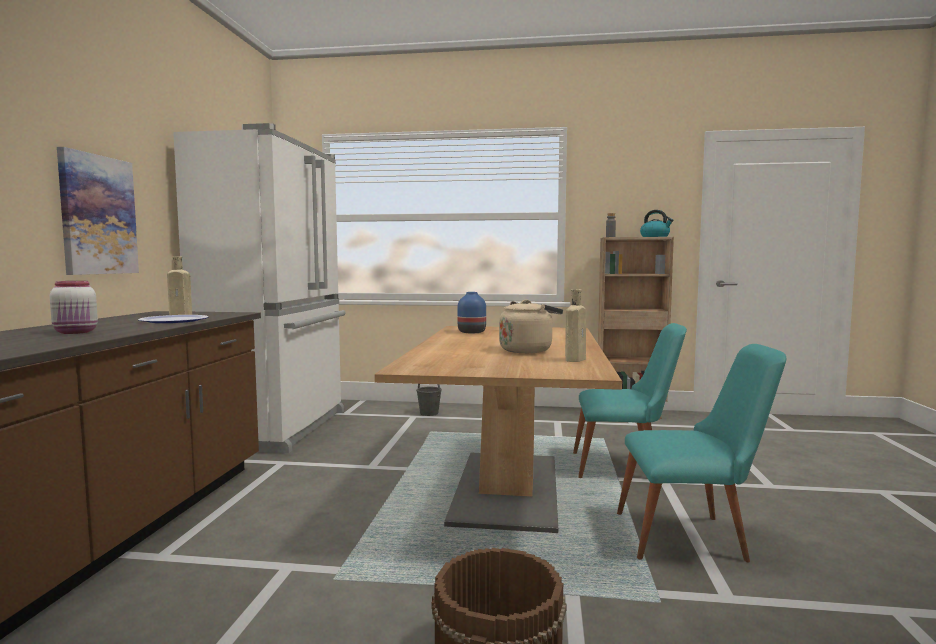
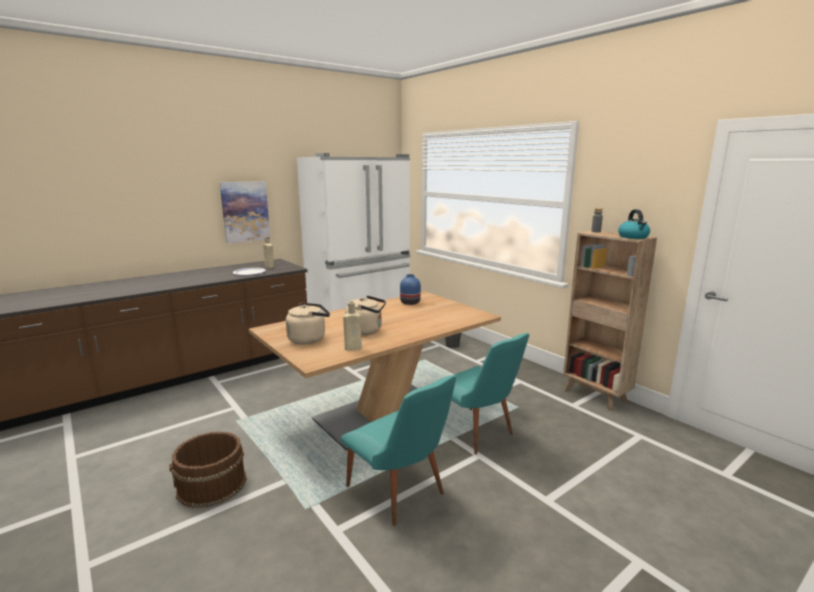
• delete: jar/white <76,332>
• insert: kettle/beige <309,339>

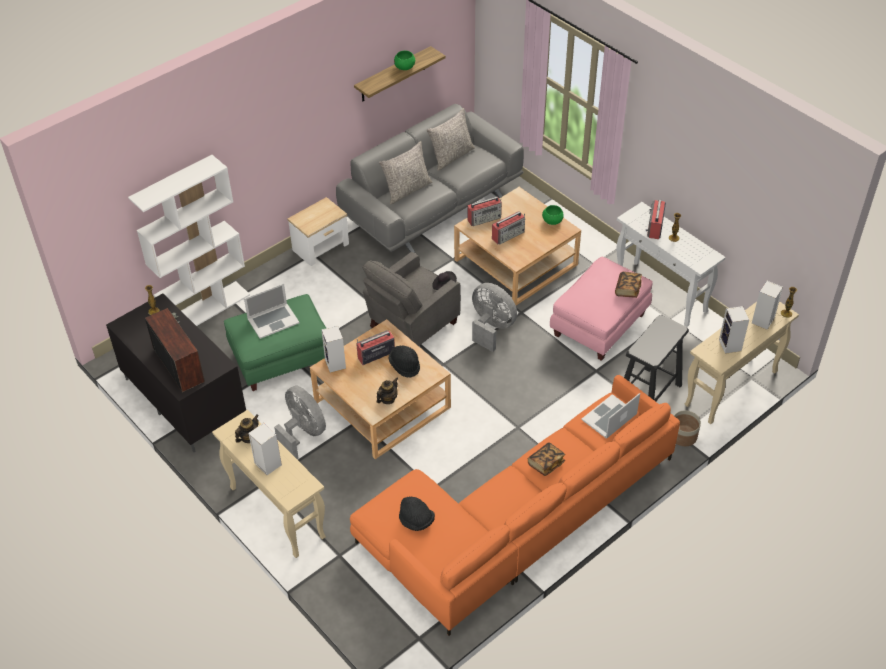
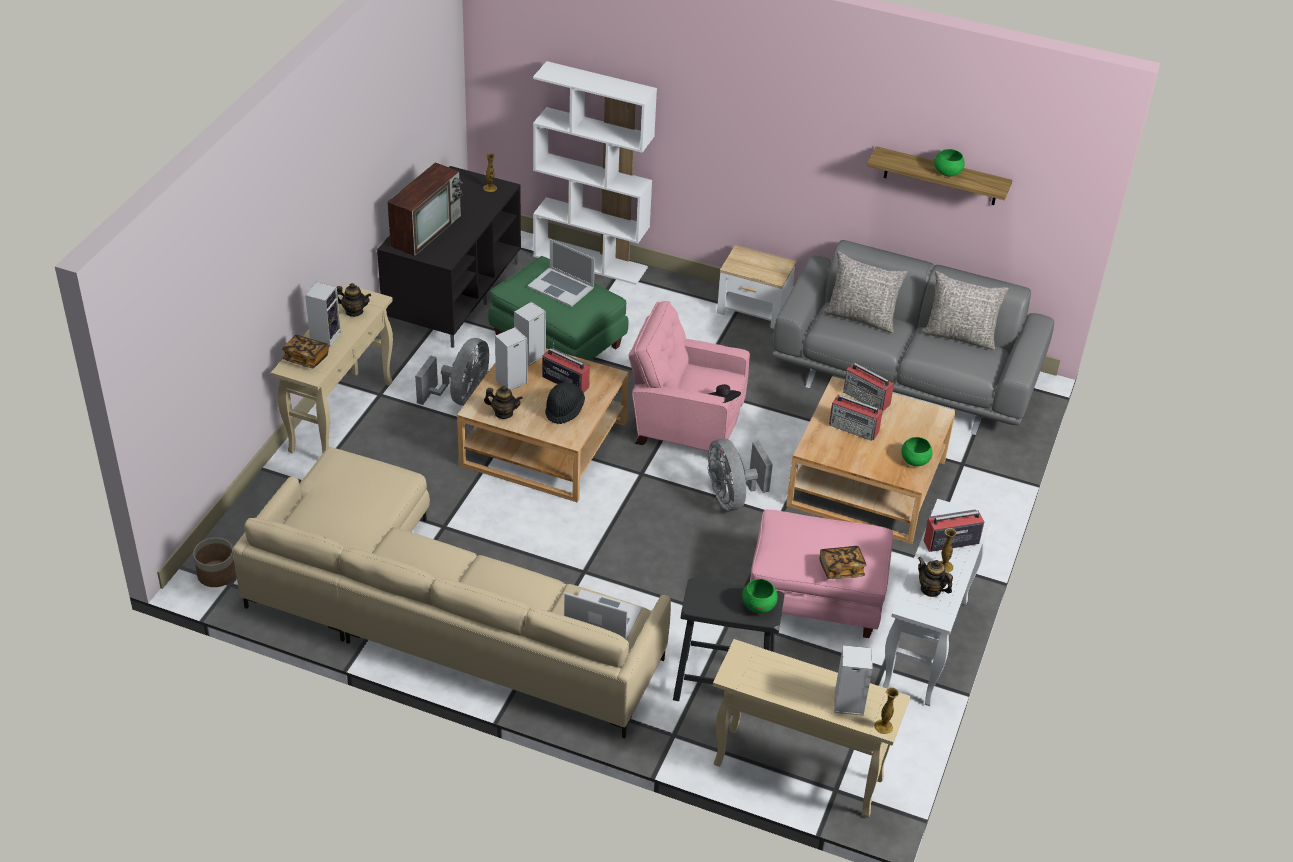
• recolor: sofa/orange <515,519> to sofa/beige <438,613>
• recolor: armchair/grey <411,325> to armchair/pink <685,426>
• delete: hat/black <416,521>
• rotate: fan/grey <491,328> = <732,497> 150 degrees clockwise
• move: book <546,463> to <306,358>
• move: planter <683,436> to <216,574>
• move: speaker <730,346> to <511,382>
• insert: bowl/green <759,605>
• insert: teapot <931,589>

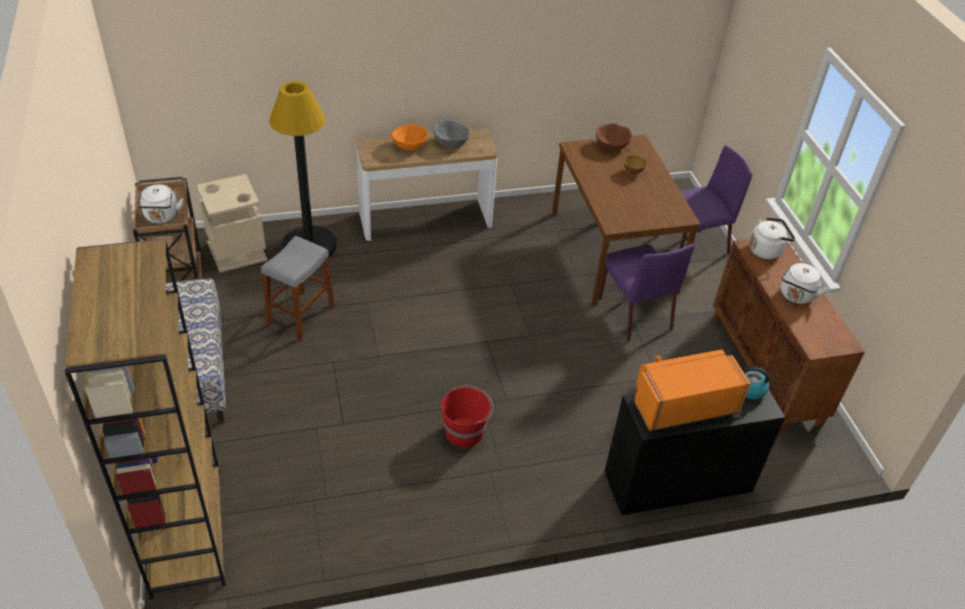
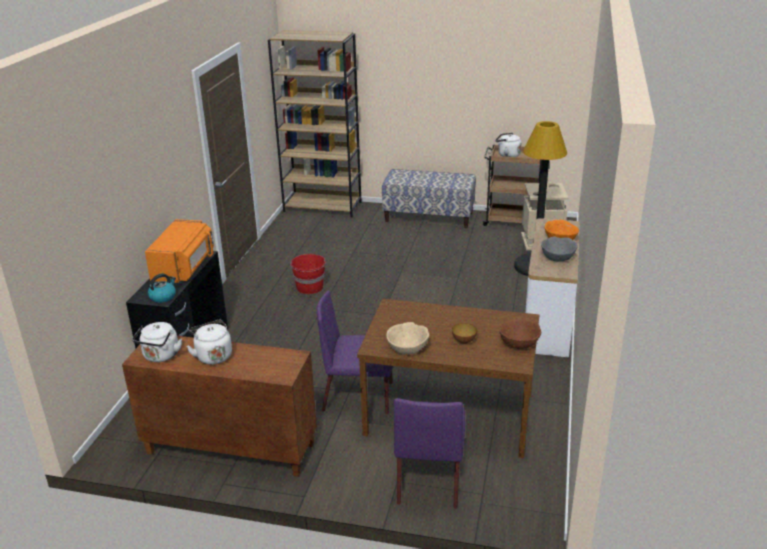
• delete: stool/grey <301,315>
• move: kettle/white <766,250> to <160,356>
• insert: bowl/beige <407,348>

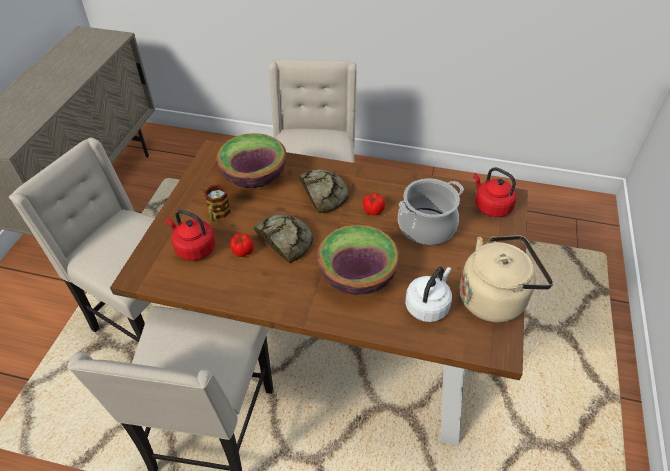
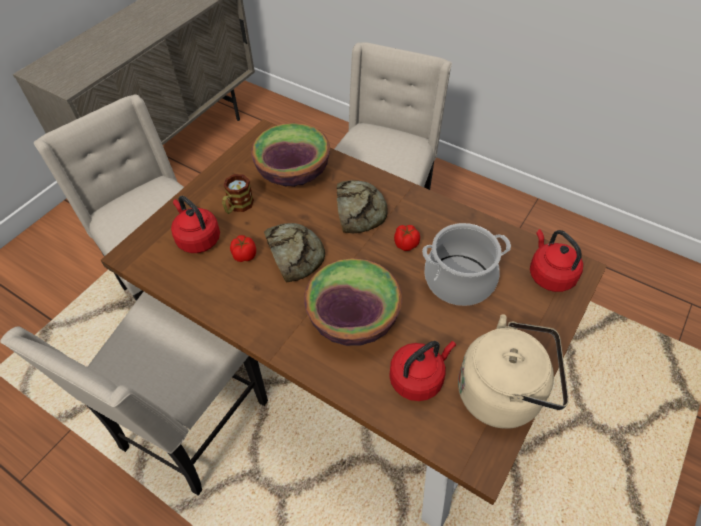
• recolor: kettle/white <428,305> to kettle/red <418,378>

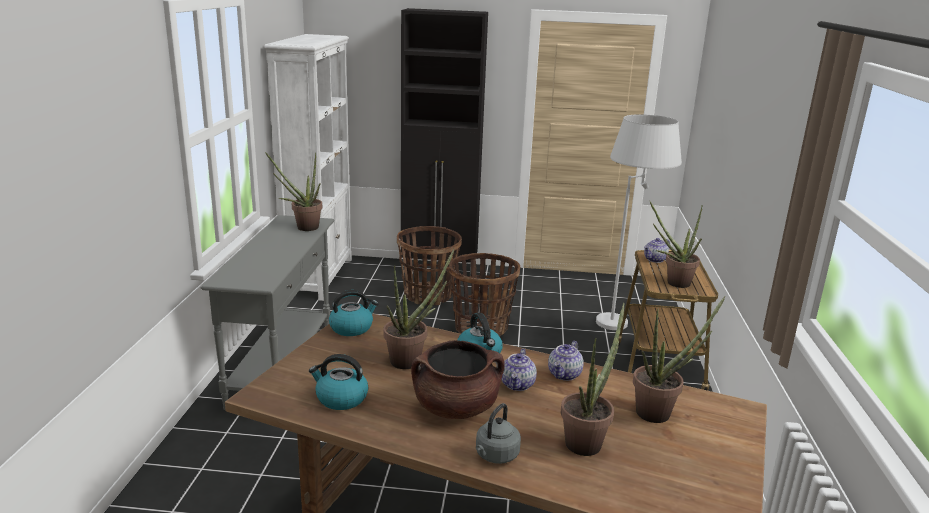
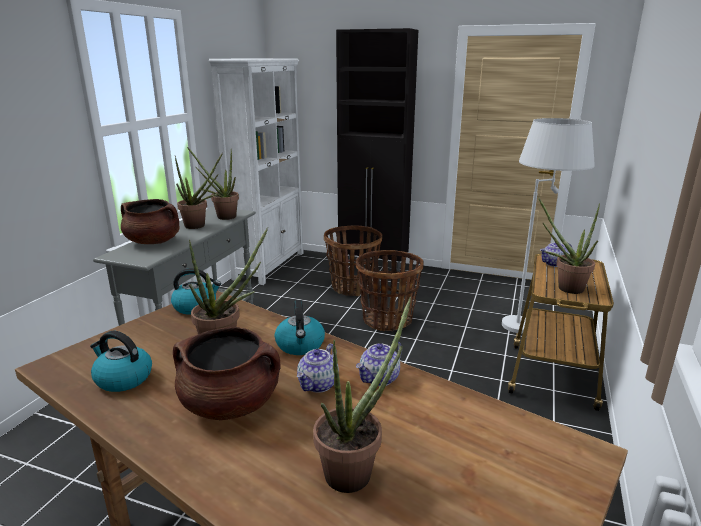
• delete: kettle/grey <495,456>
• move: potted plant <660,412> to <199,226>
• insert: cooking pot/brown <153,242>

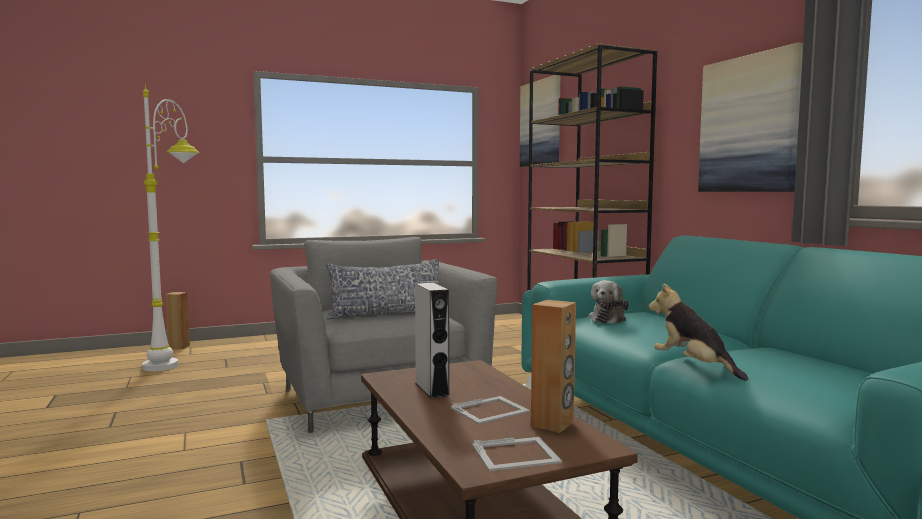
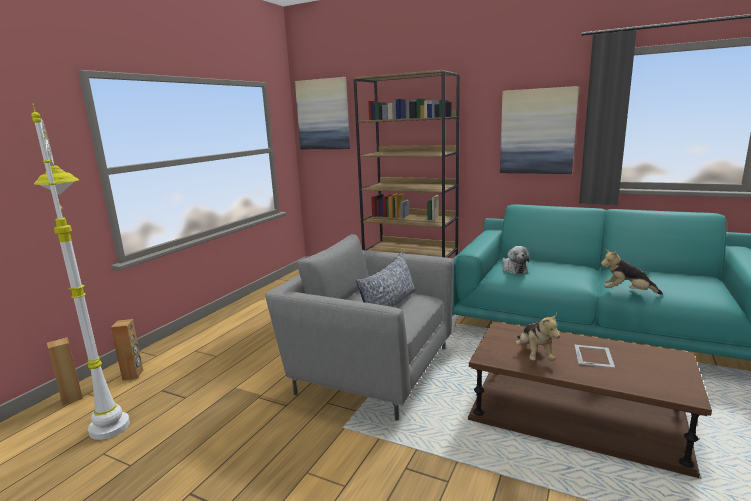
• replace: speaker/grey <432,389> to plush toy <534,355>
• delete: picture frame <517,454>
• move: speaker/brown <553,424> to <133,375>

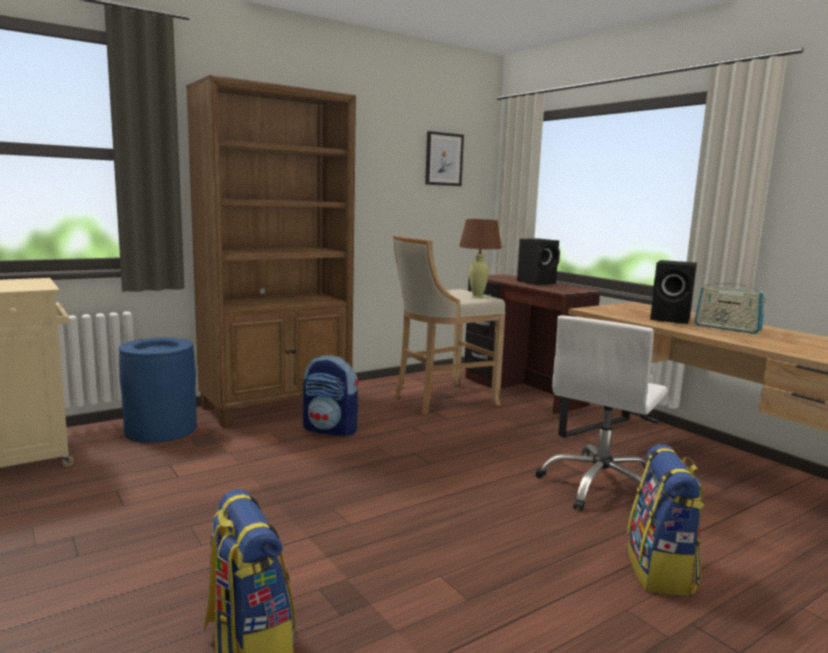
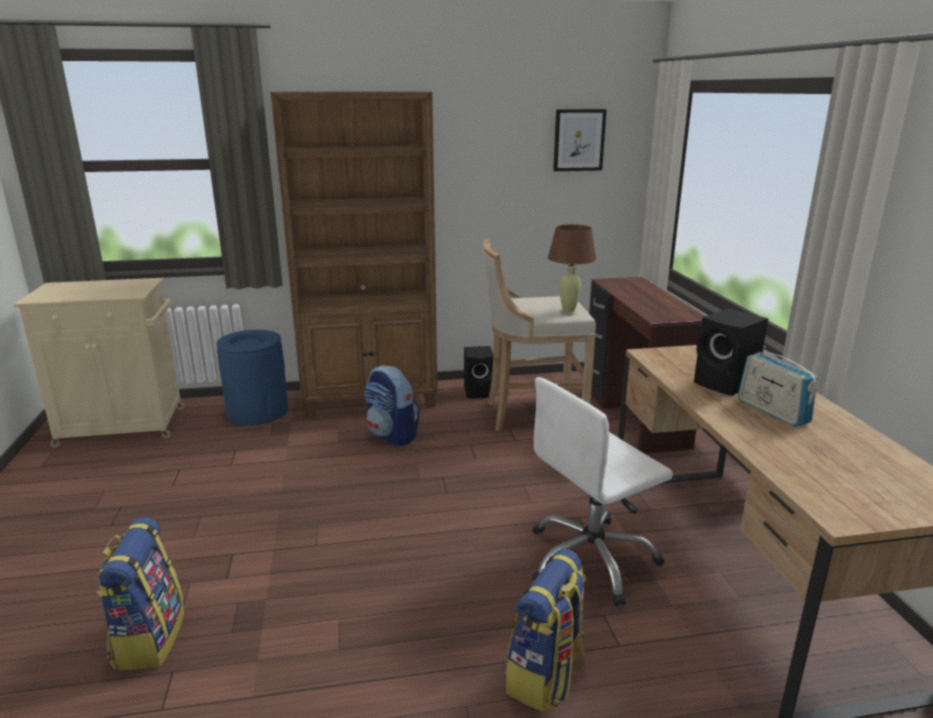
• move: speaker/black <537,282> to <479,392>

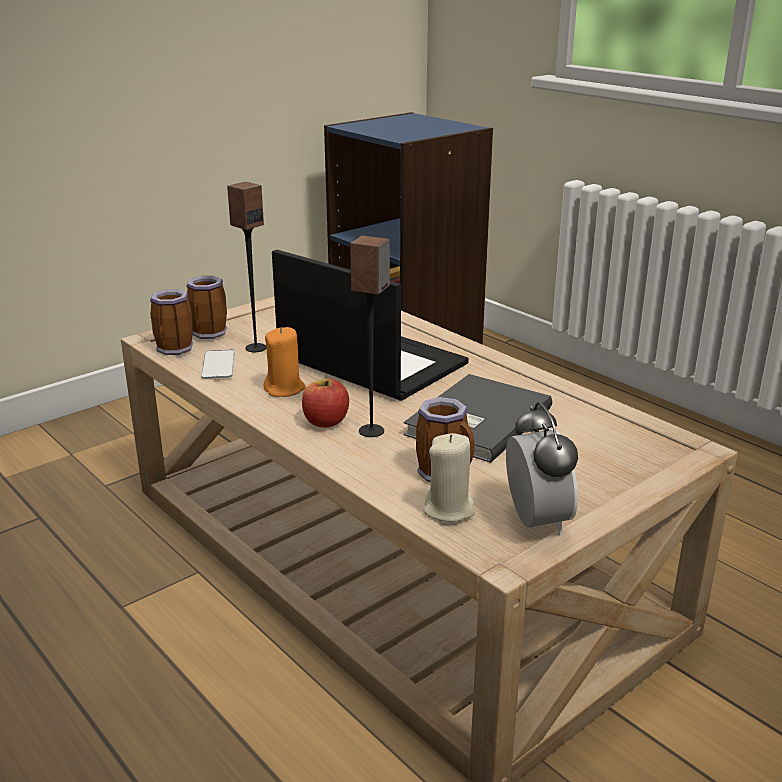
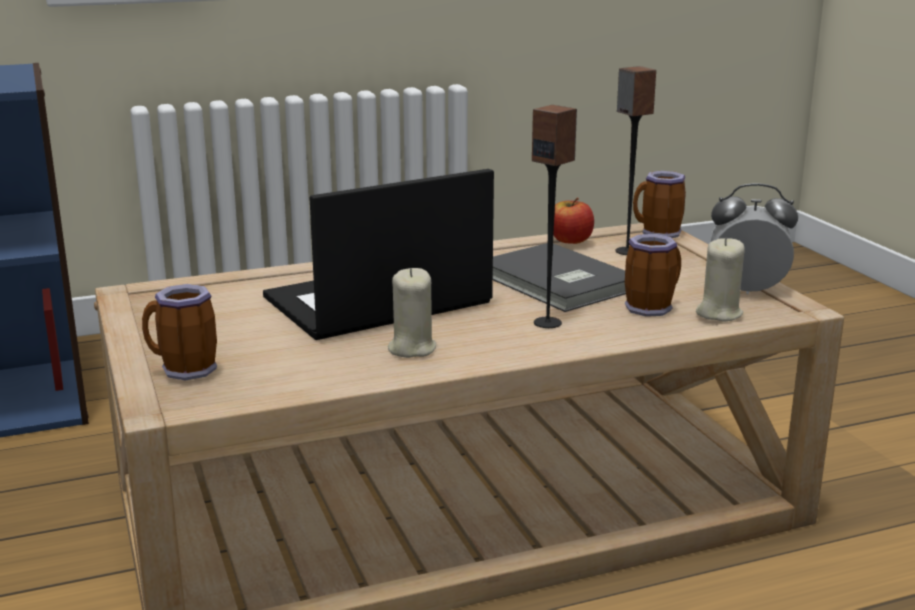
• move: mug <172,347> to <658,234>
• delete: phone <218,364>
• move: speaker <255,348> to <626,251>
• recolor: candle/orange <285,389> to candle/beige <411,348>
• move: apple <325,421> to <570,240>

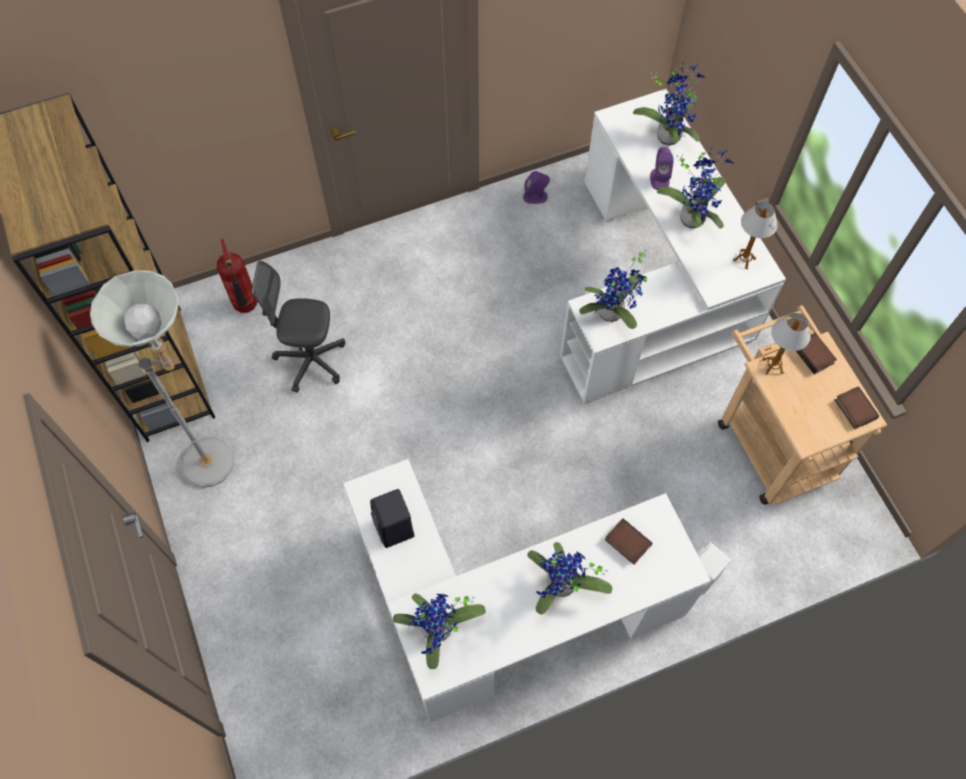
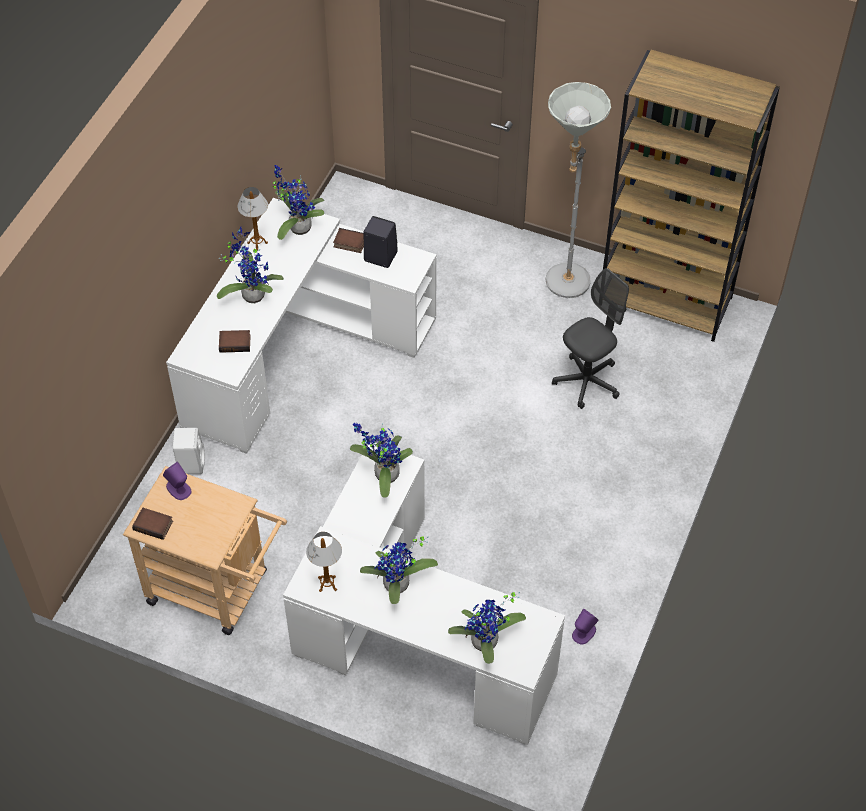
• delete: fire extinguisher <247,307>
• move: speaker/purple <659,178> to <179,489>
• move: table lamp <772,366> to <257,243>
• move: book <814,355> to <349,243>

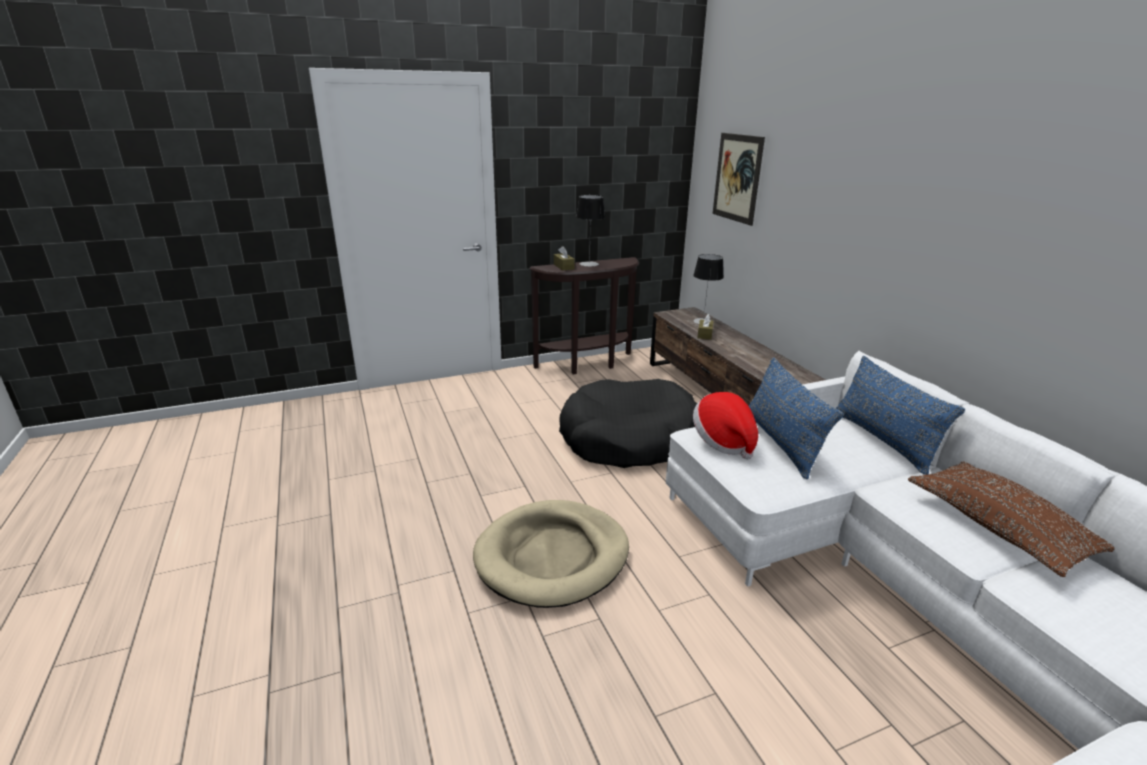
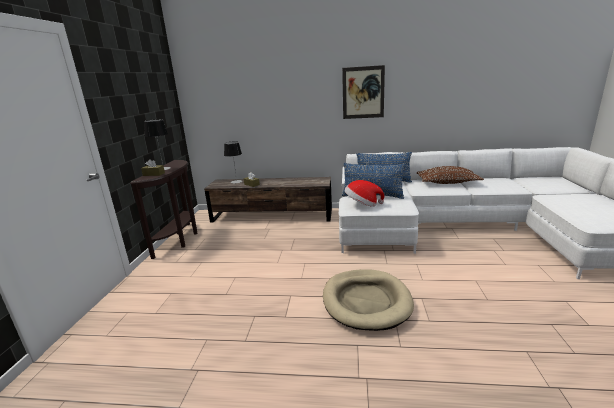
• delete: dog bed/black <629,439>
• move: picture <737,178> to <363,92>

